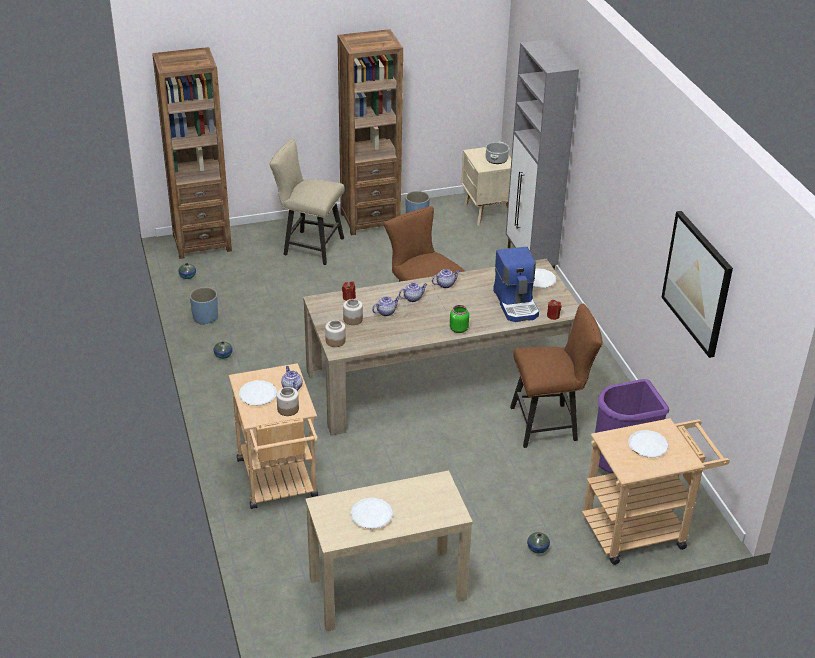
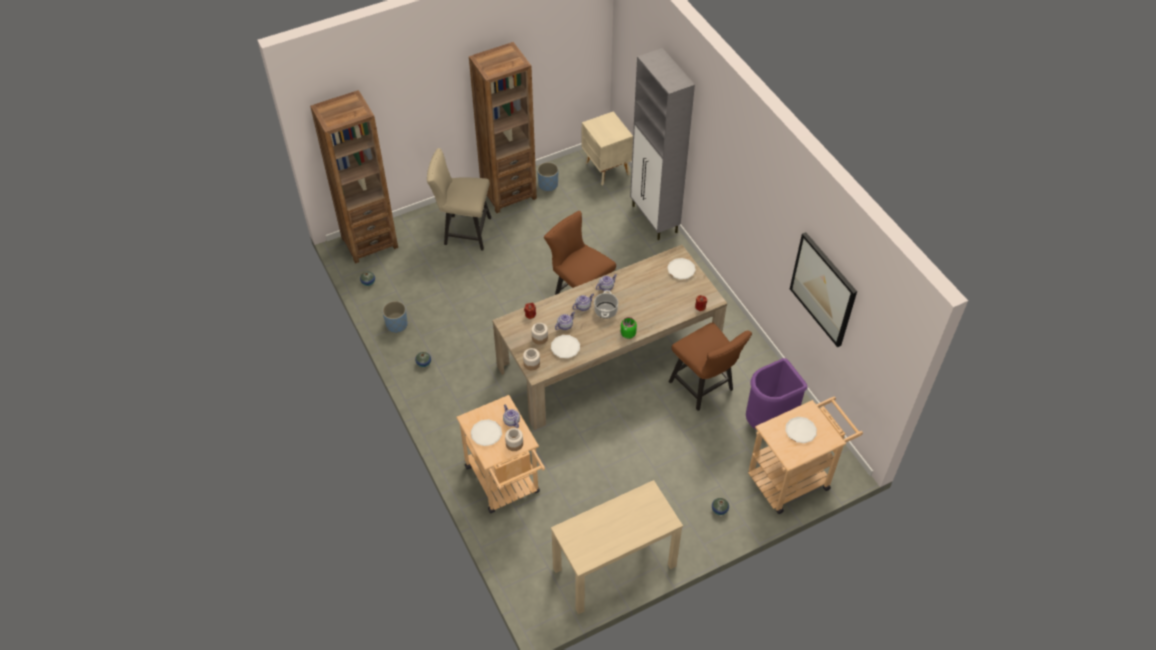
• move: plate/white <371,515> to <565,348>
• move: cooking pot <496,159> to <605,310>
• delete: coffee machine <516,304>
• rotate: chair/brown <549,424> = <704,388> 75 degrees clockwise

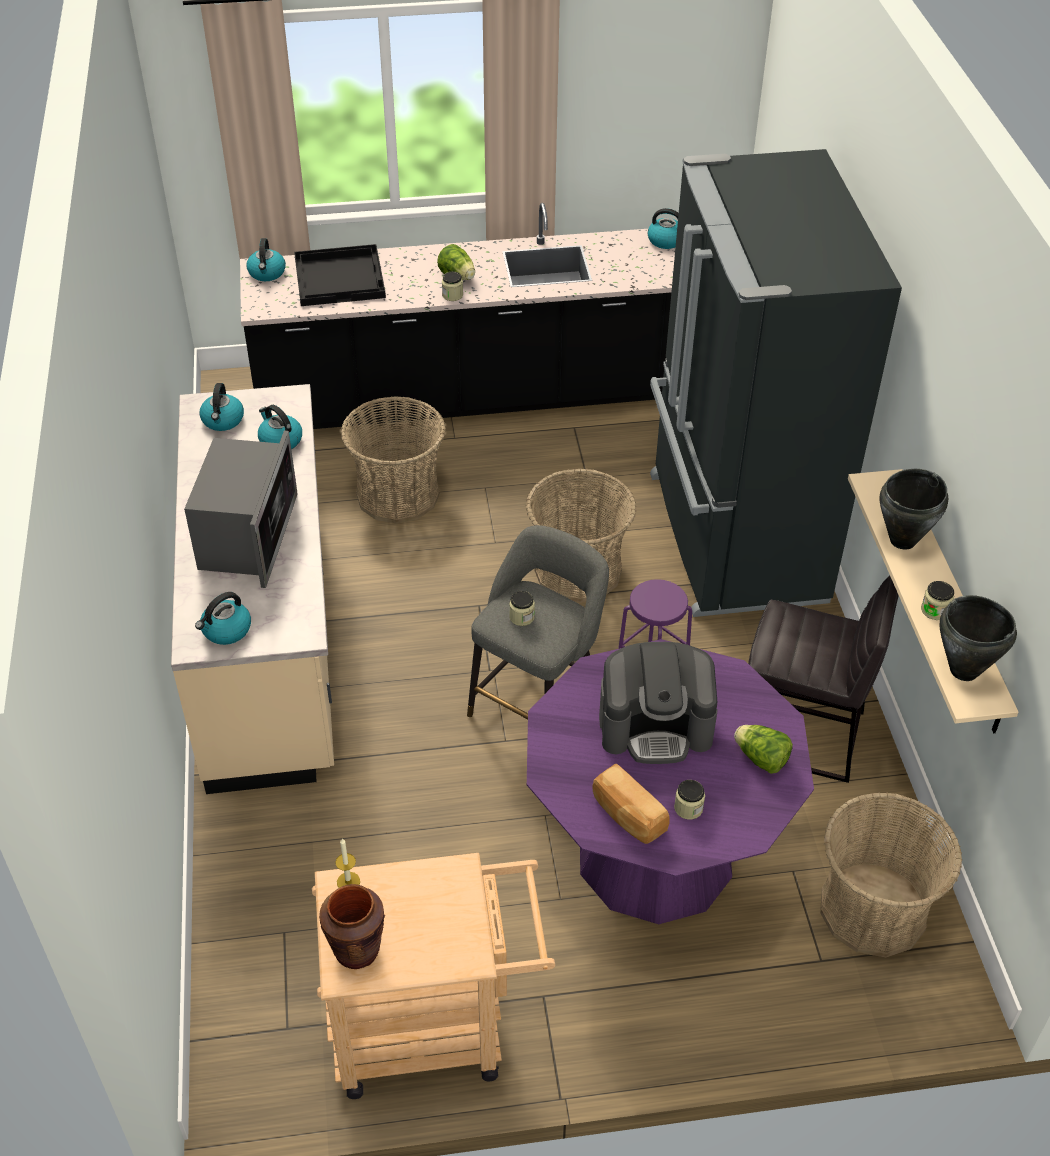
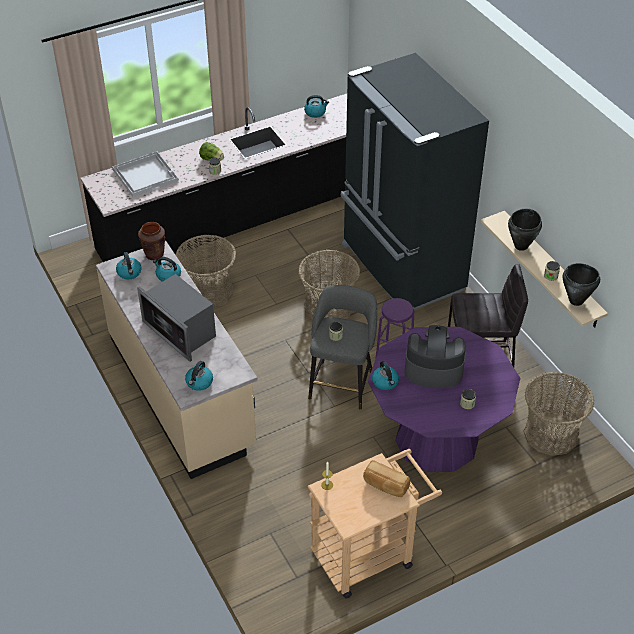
• rotate: microwave <247,536> = <181,331> 150 degrees clockwise
• move: kettle <267,273> to <385,382>
• recolor: tray/black <340,277> to tray/white <145,175>
• move: vase/brown <357,950> to <154,254>
• move: bread <628,815> to <385,485>
• rotate: coffee machine <656,726> = <433,370> 150 degrees counterclockwise
• delete: lettuce <761,759>

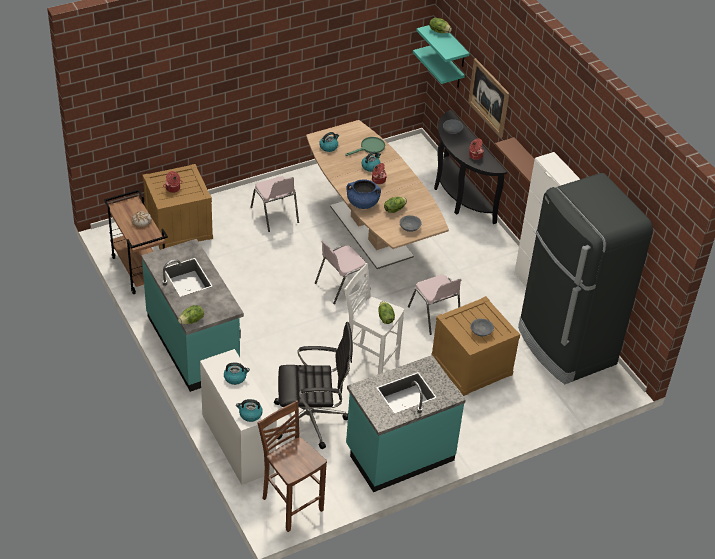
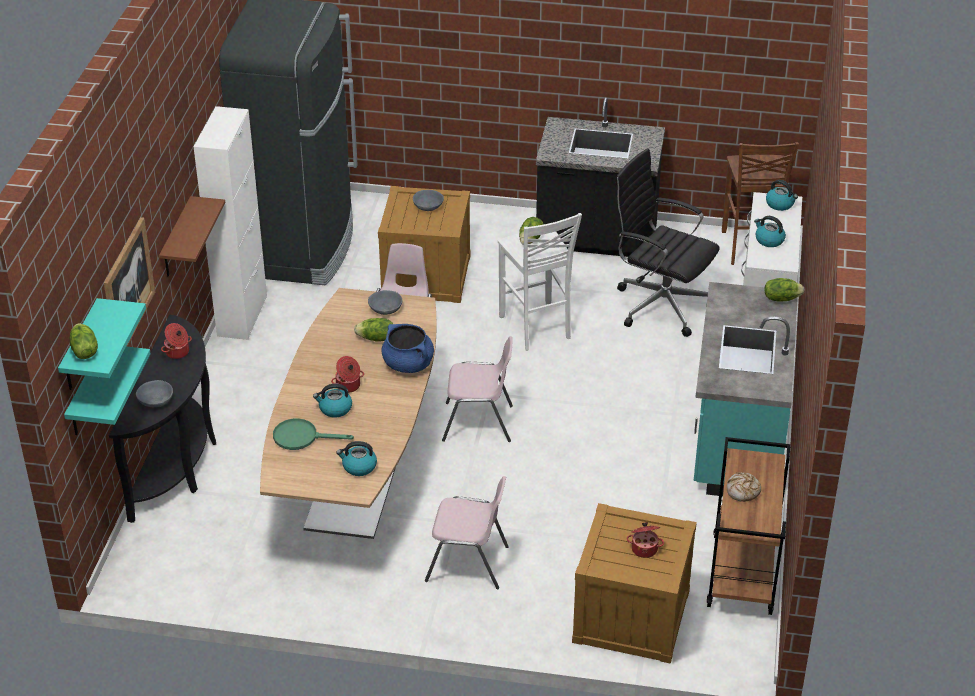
• rotate: chair/pink <275,215> = <468,564> 90 degrees clockwise
• recolor: counter/turquoise <399,453> to counter/black <596,240>

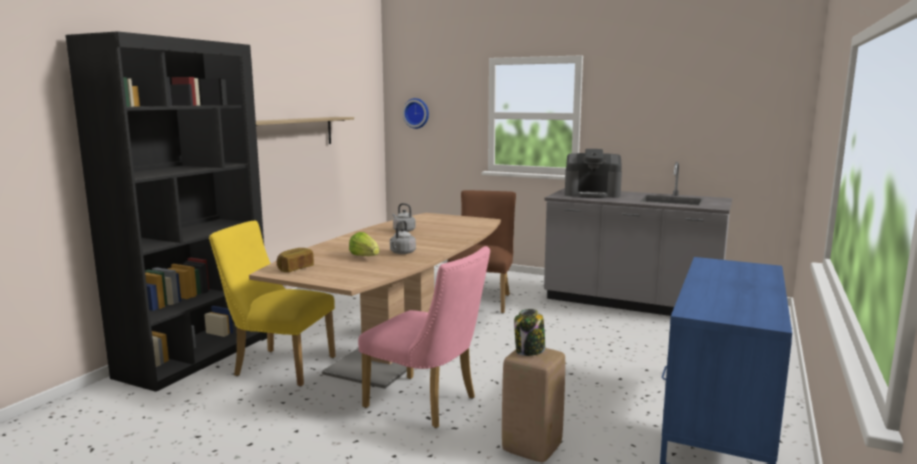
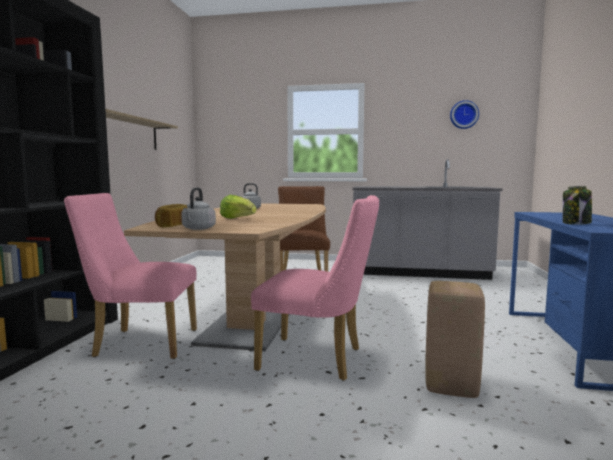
• recolor: chair/yellow <278,366> to chair/pink <139,343>
• move: kettle/grey <402,253> to <198,229>
• move: wall clock <416,113> to <464,115>
• move: jar <529,351> to <576,223>
• delete: coffee machine <592,194>

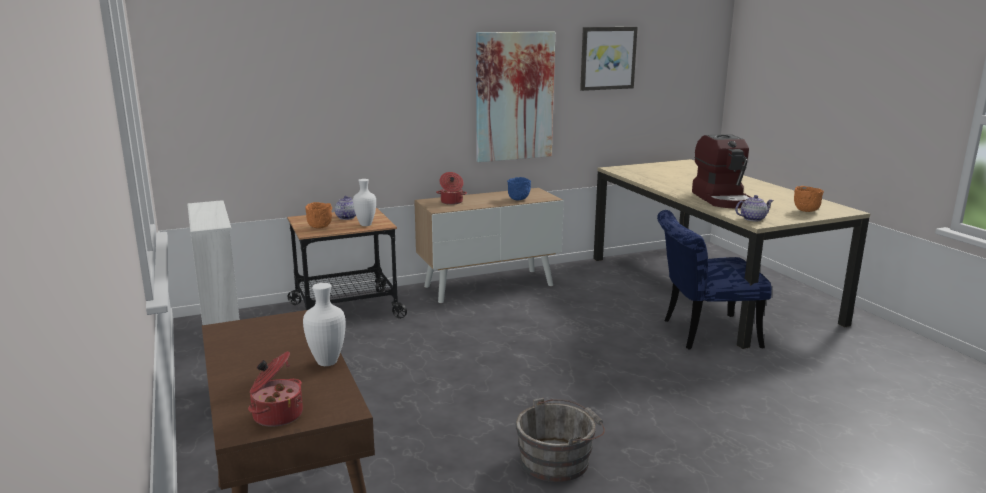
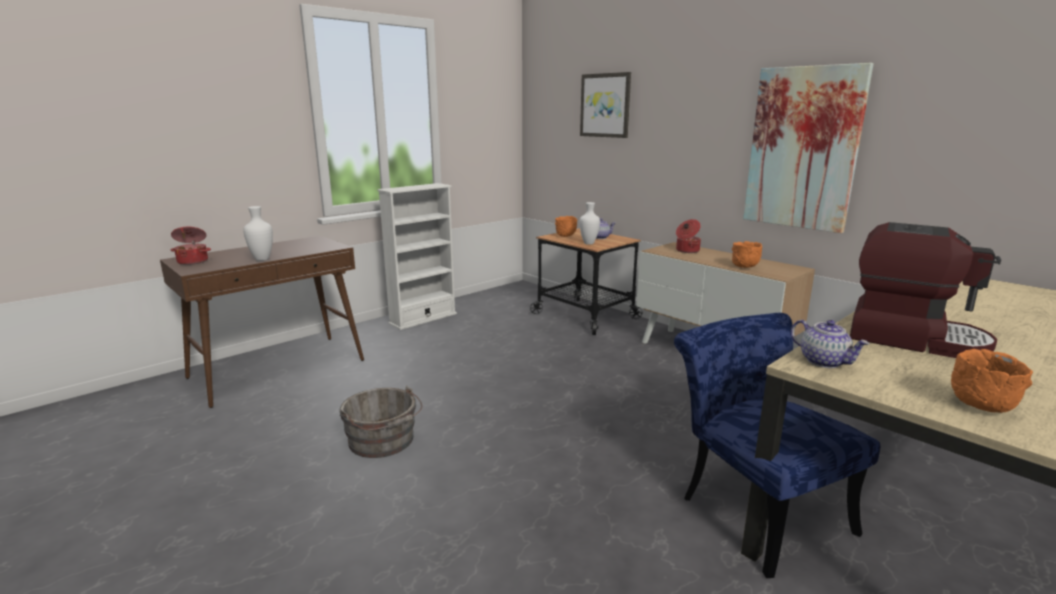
• recolor: bowl/blue <519,199> to bowl/orange <745,267>
• move: picture <607,58> to <605,105>
• rotate: coffee machine <722,199> = <912,338> 120 degrees counterclockwise

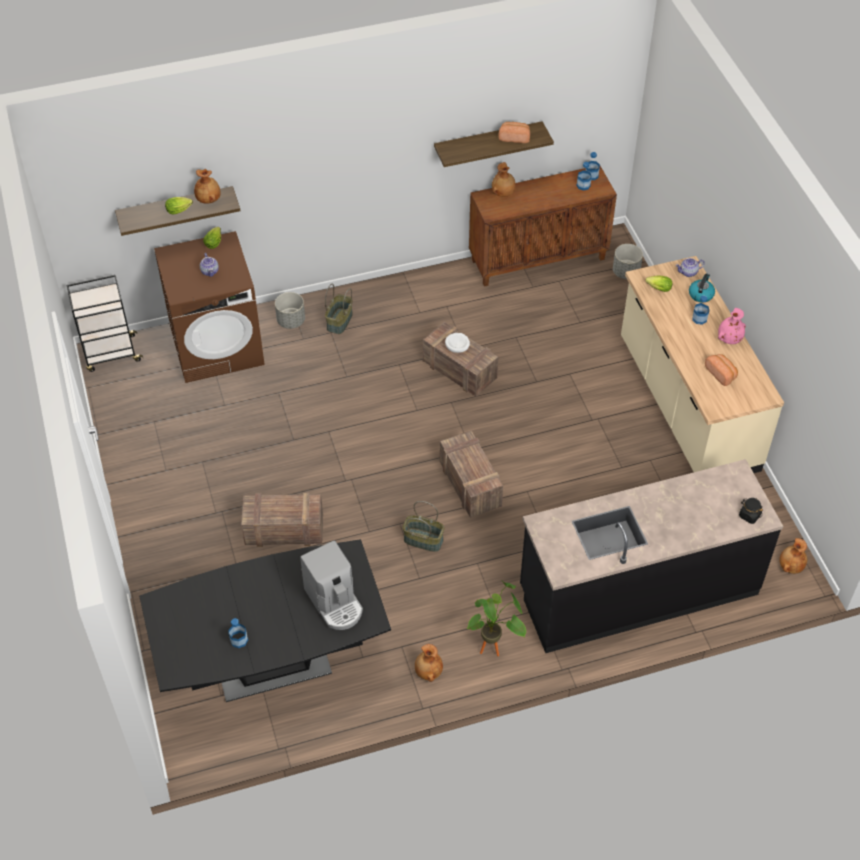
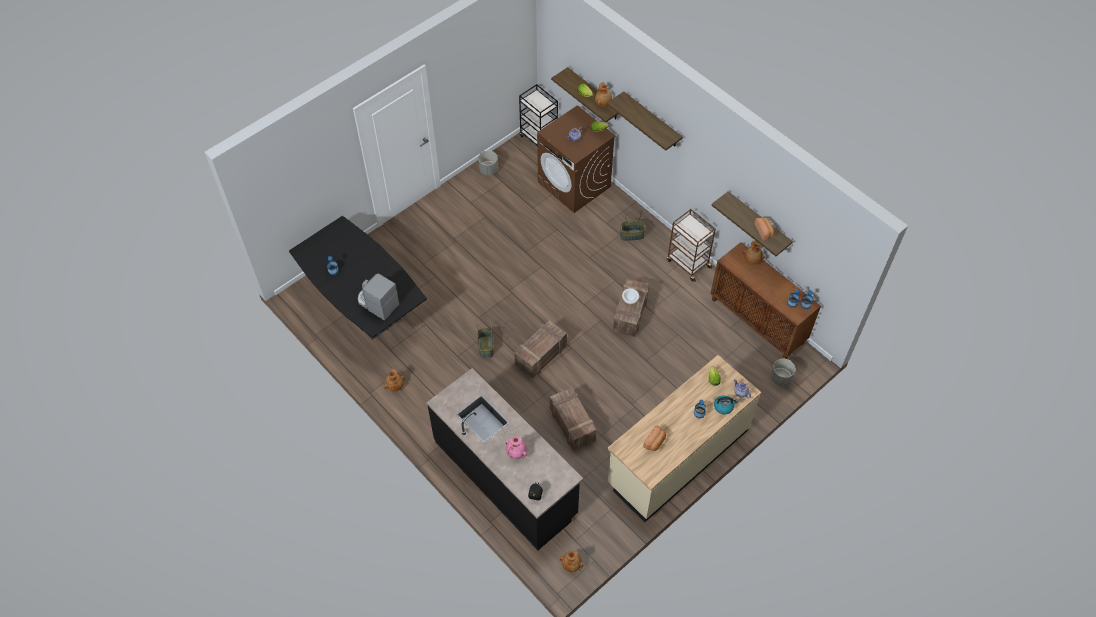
• move: crate <283,530> to <571,424>
• move: planter/grey <291,321> to <488,169>
• rotate: coffee machine <335,602> = <377,303> 90 degrees clockwise
• delete: potted plant <495,649>
• move: vase/pink <729,338> to <516,452>
• insert: shelf <652,120>
• insert: cart/brown <687,263>

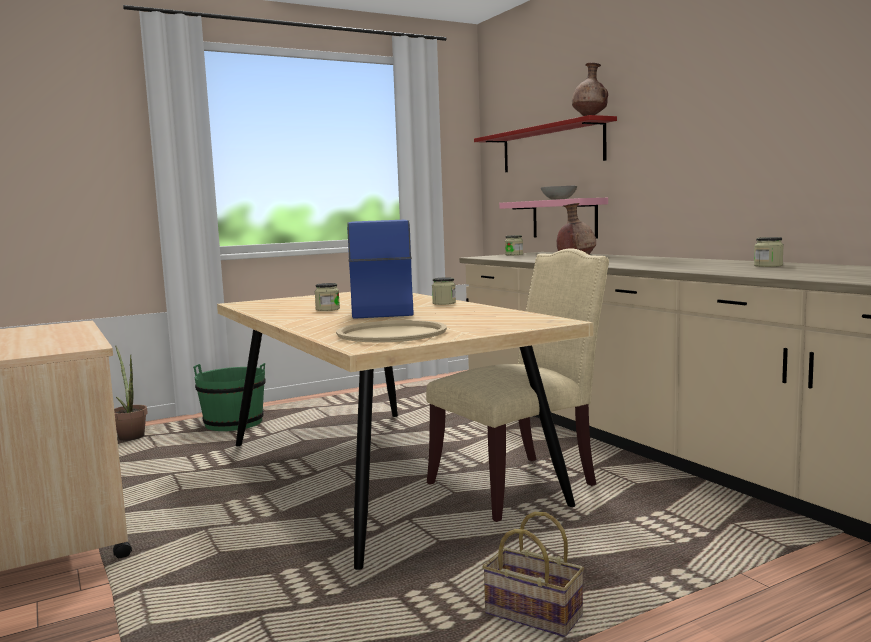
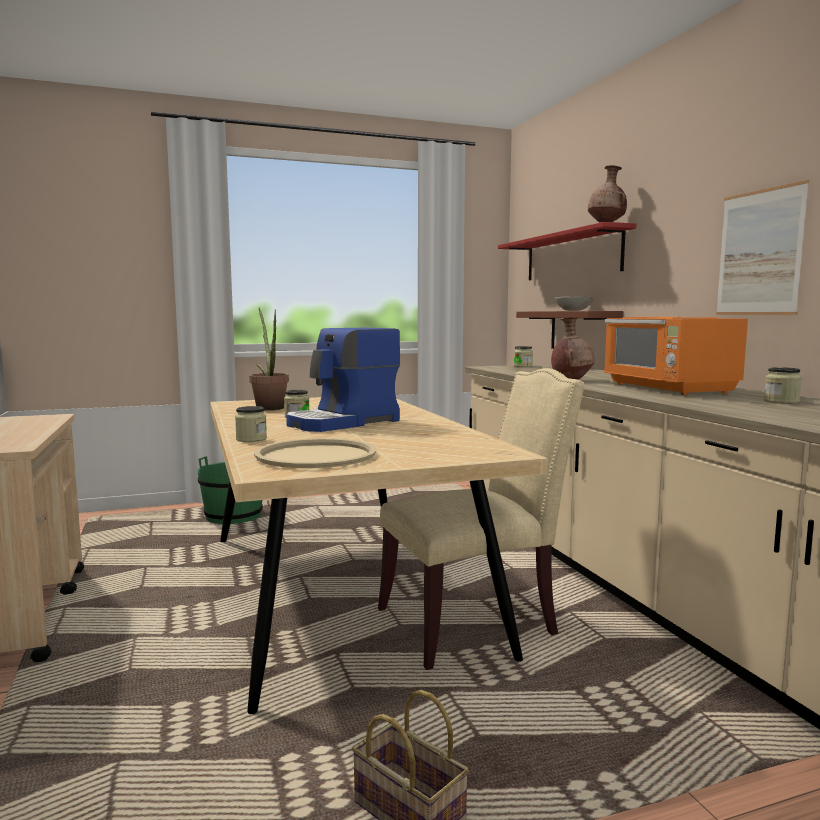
• move: potted plant <130,436> to <269,407>
• rotate: coffee machine <380,310> = <343,422> 135 degrees counterclockwise
• move: jar <444,303> to <251,439>
• recolor: shelf/pink <564,218> to shelf/brown <580,331>
• insert: microwave/orange <668,388>
• insert: picture <759,253>

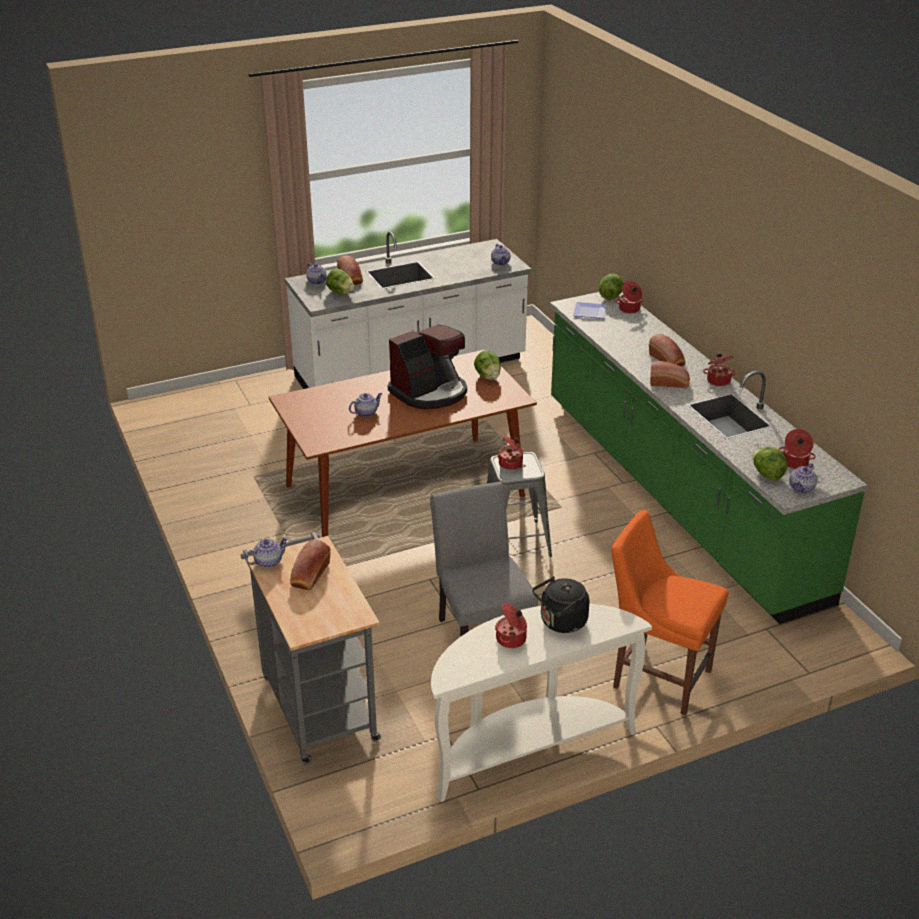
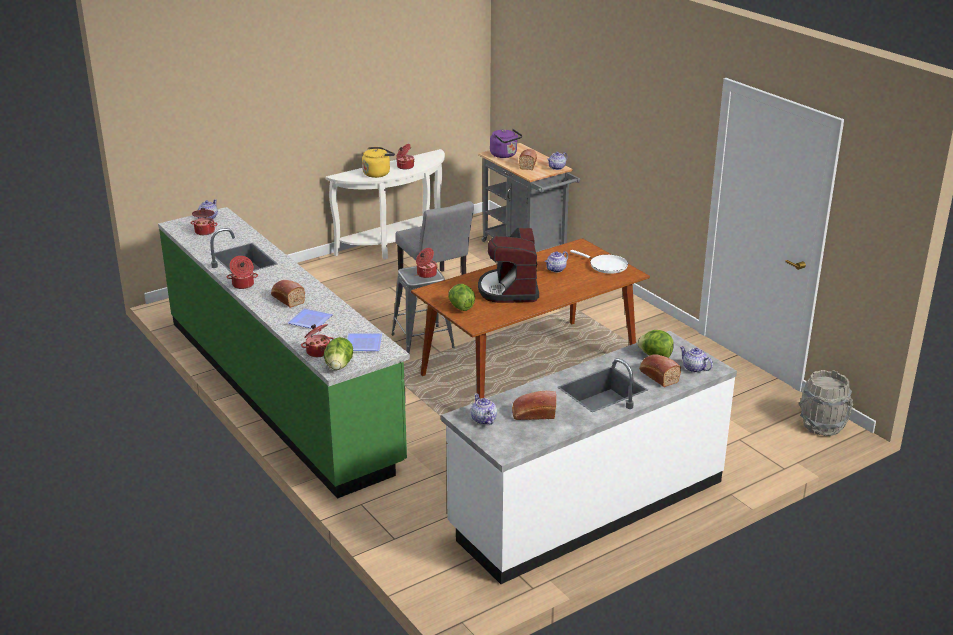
• rotate: coffee machine <430,392> = <509,289> 45 degrees counterclockwise
• recolor: kettle/black <561,623> to kettle/yellow <377,173>
• delete: chair/orange <657,676>
• move: bread <669,383> to <533,414>
• delete: lettuce <767,474>
• insert: plate <308,321>
• insert: kettle/purple <505,155>
• insert: frying pan/white <606,266>
• insert: bucket/grey <822,425>

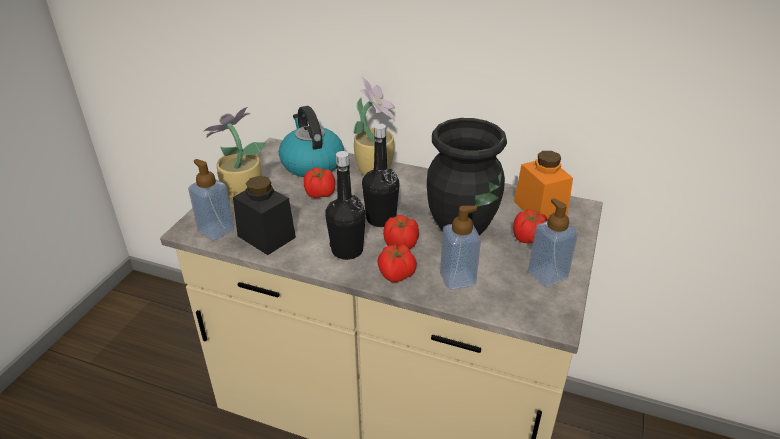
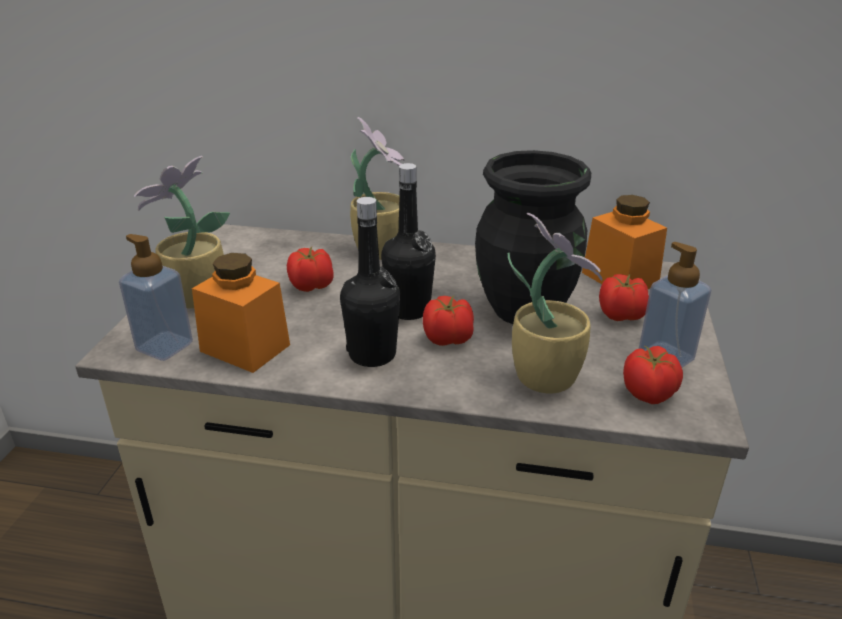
• recolor: jar/black <266,236> to jar/orange <245,348>
• delete: kettle <311,163>
• move: tomato <397,275> to <648,394>
• replace: soap dispenser <457,278> to potted plant <544,375>

